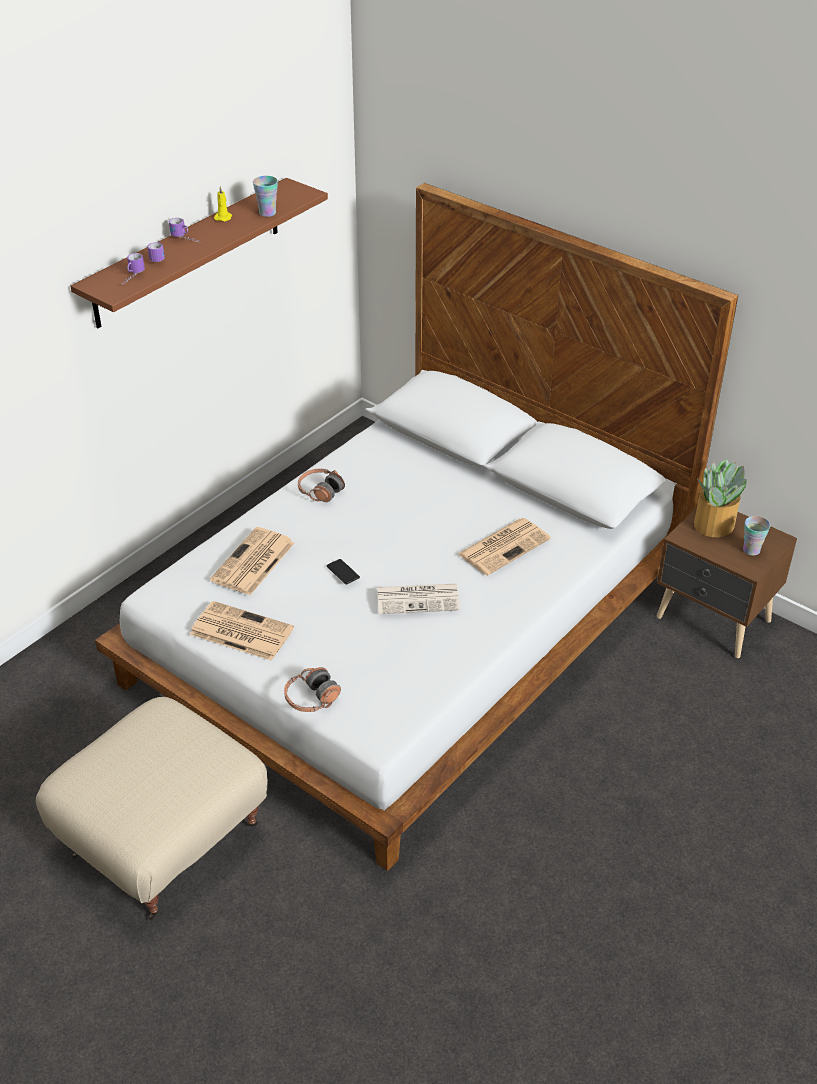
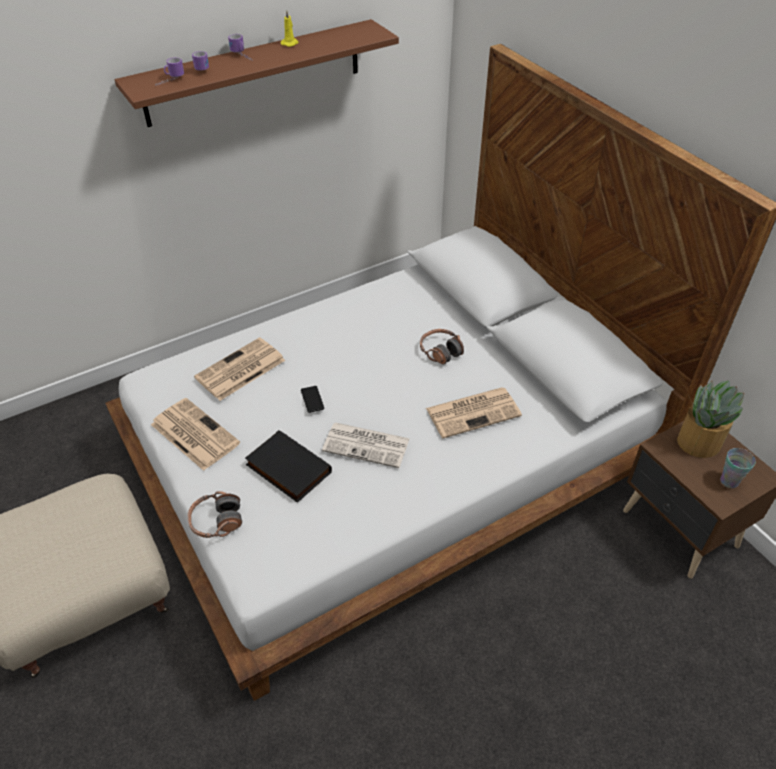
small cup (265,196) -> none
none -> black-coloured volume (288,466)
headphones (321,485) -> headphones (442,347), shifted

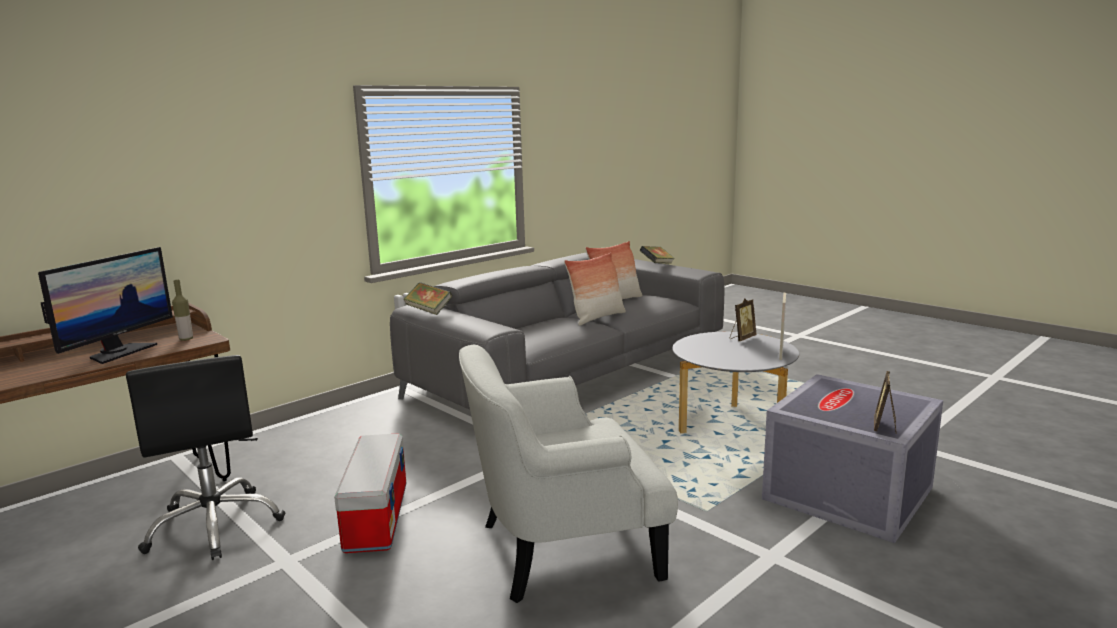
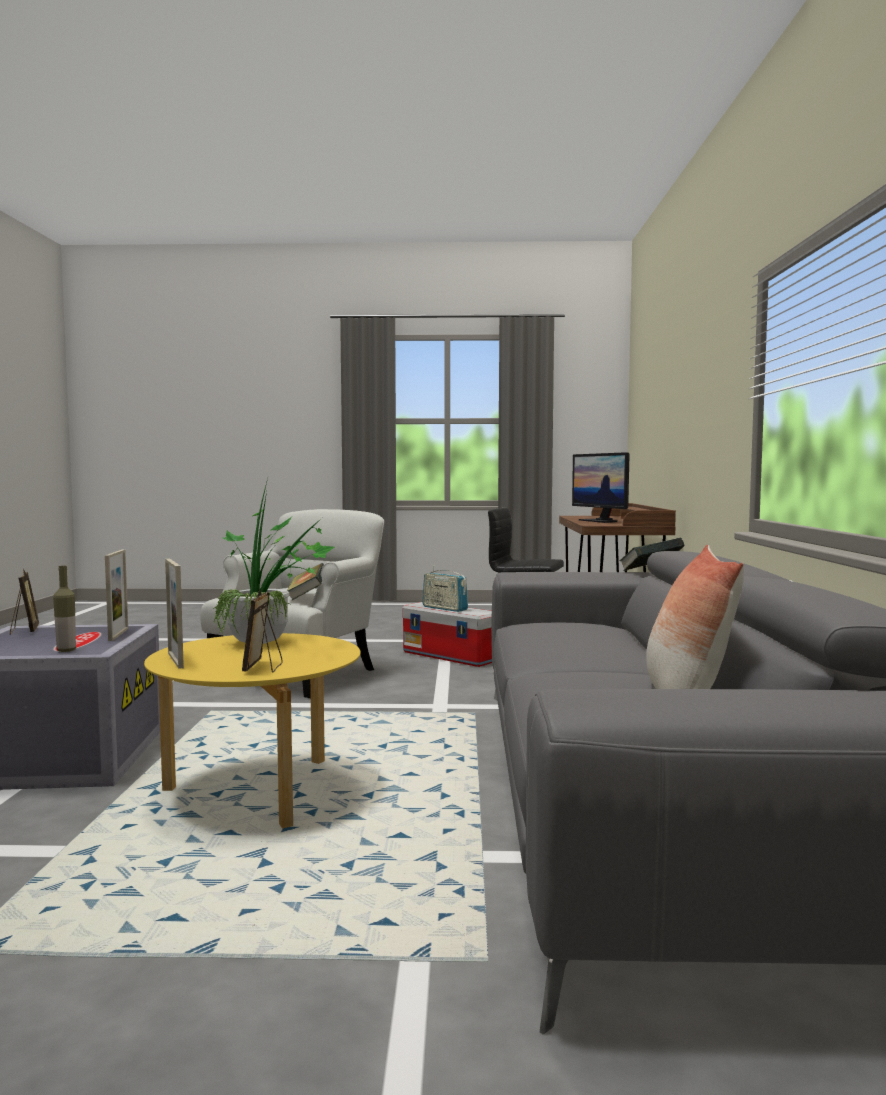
pillow (595,289) -> none
none -> standing frame (116,595)
none -> houseplant (274,561)
none -> radio (445,588)
drink bottle (182,310) -> drink bottle (64,609), shifted
volume (657,255) -> volume (305,581), shifted
grey coffee table (736,382) -> yellow coffee table (252,730)

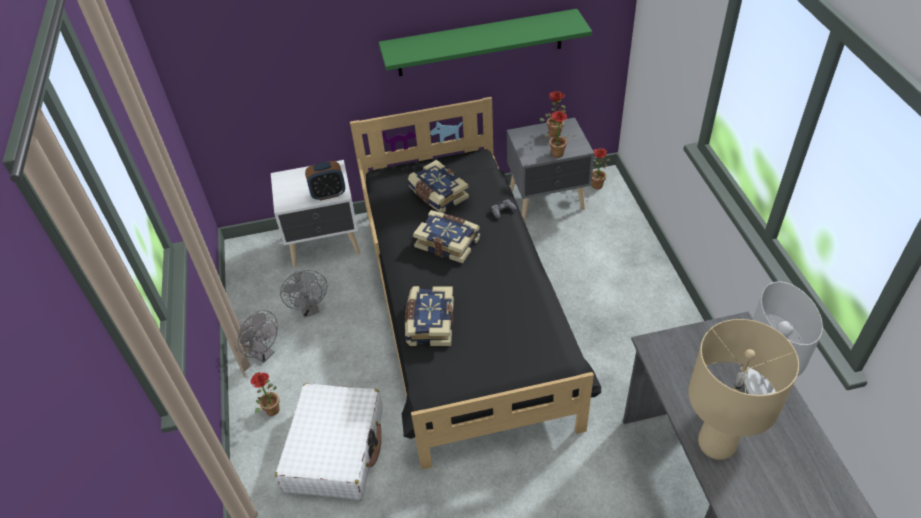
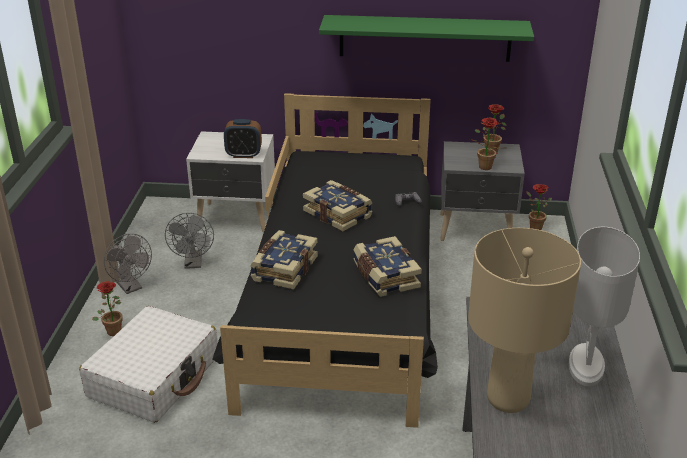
volume (438,186) -> volume (387,266), shifted

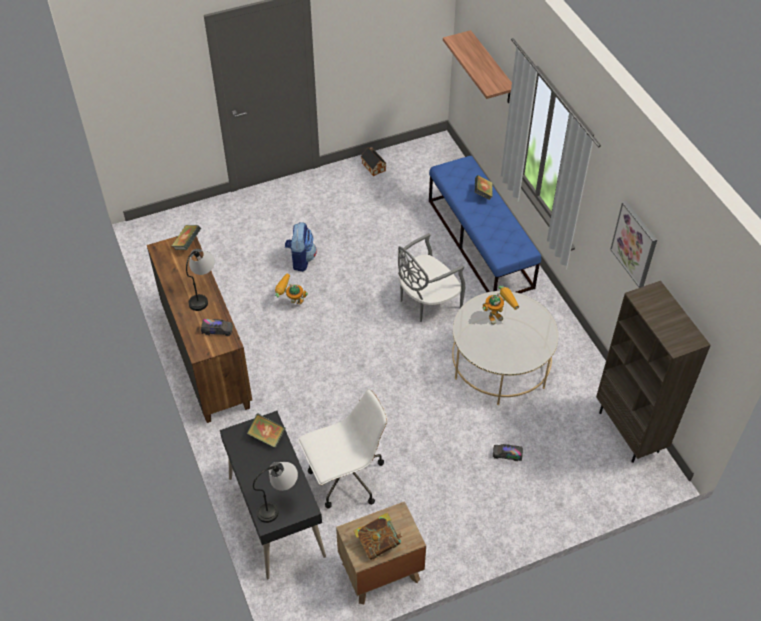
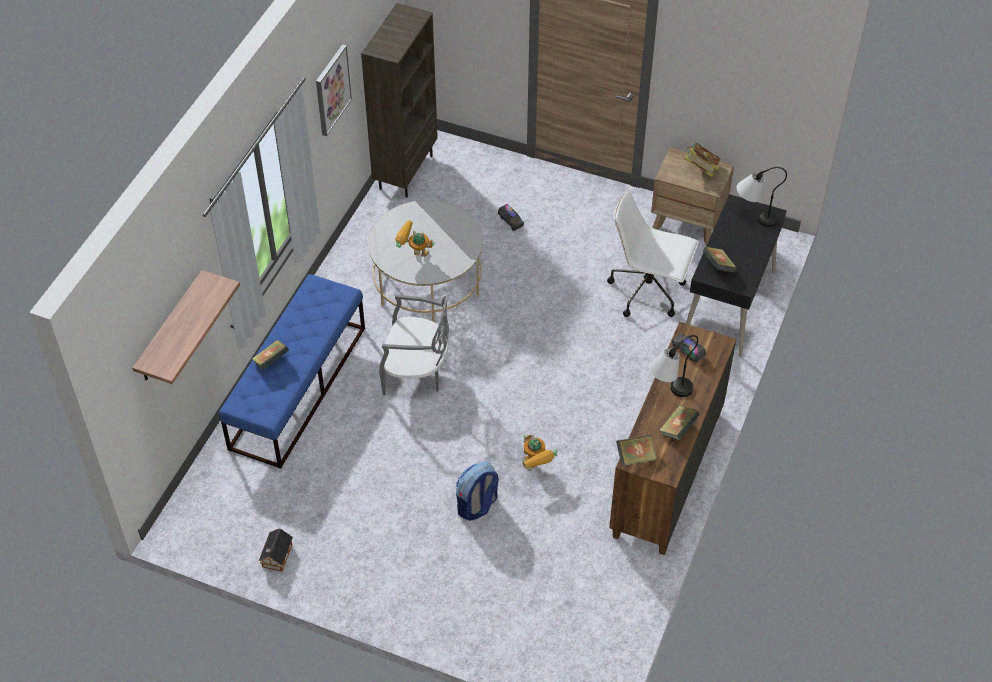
none -> volume (679,423)

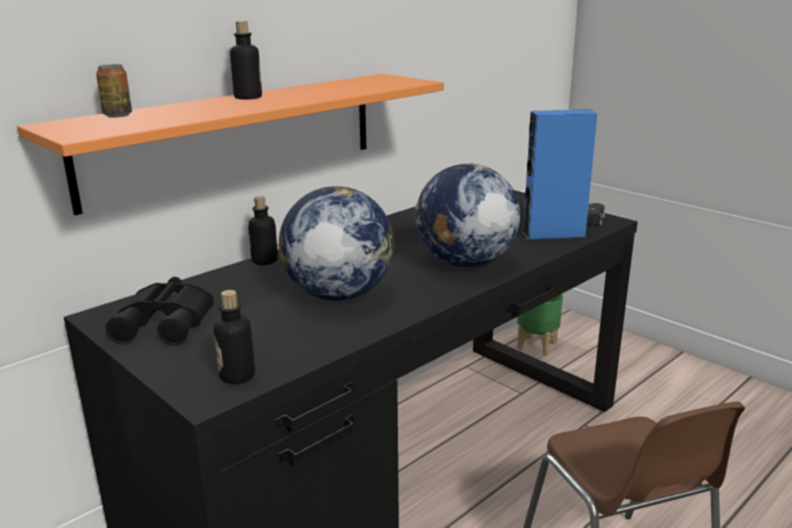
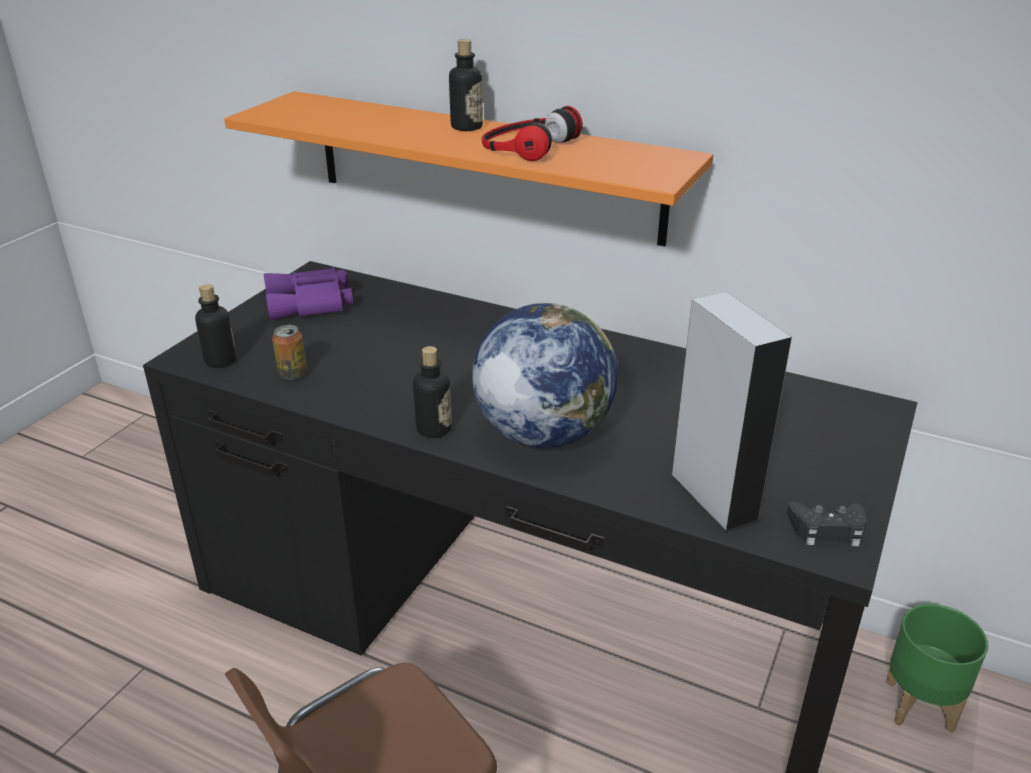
world globe (336,243) -> none
none -> headphones (532,133)
can (114,91) -> can (289,352), shifted
drink bottle (263,230) -> drink bottle (432,392), shifted
black-coloured binoculars (160,311) -> purple-coloured binoculars (308,294)
blue loudspeaker (559,174) -> grey loudspeaker (731,412)

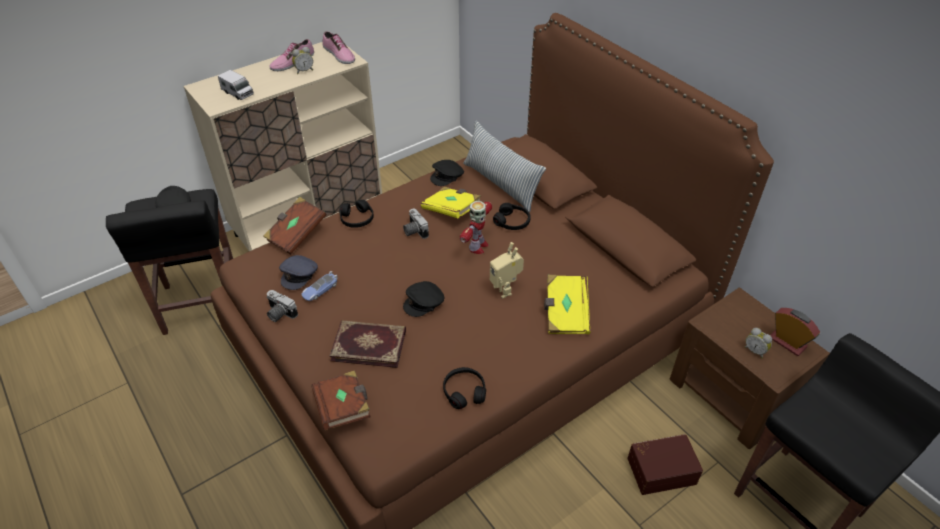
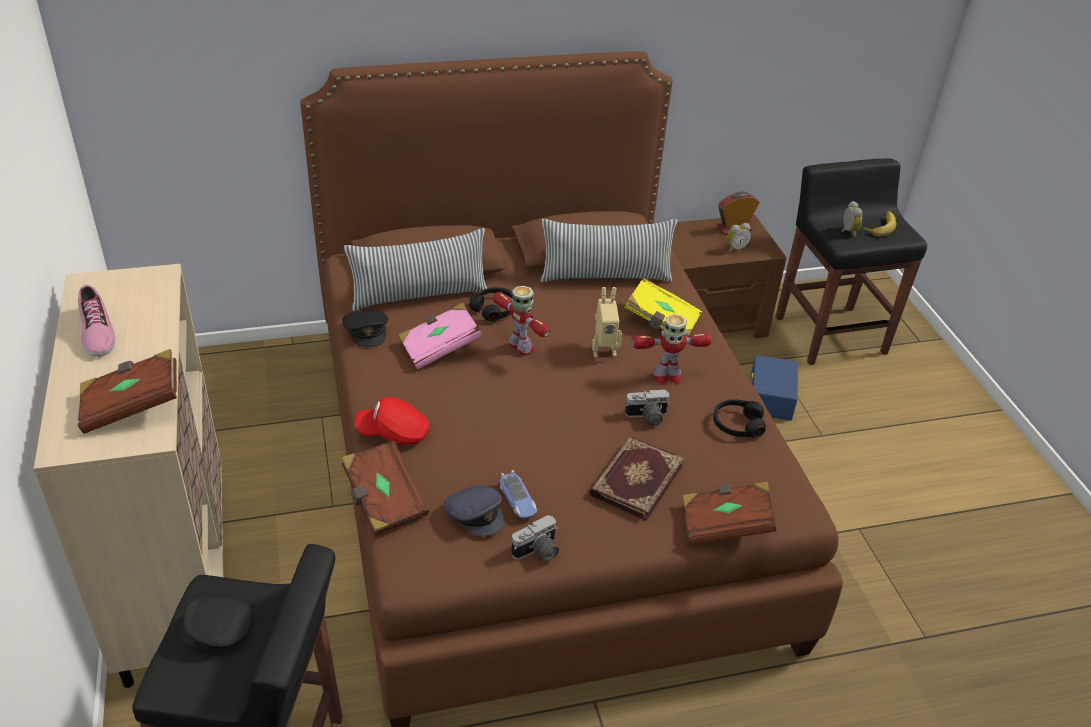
low shoe (338,47) -> none
black-coloured peaked cap (423,299) -> none
none -> pillow (608,250)
none -> toy robot (672,349)
none -> whole banana (879,224)
table clock (302,60) -> table clock (851,219), shifted
photo camera (416,224) -> photo camera (647,408), shifted
model truck (236,85) -> brown volume (127,391)
black-coloured headphones (356,214) -> red-coloured peaked cap (391,421)
yellow volume (451,202) -> pink volume (440,336)
brown storage box (665,464) -> blue storage box (774,388)

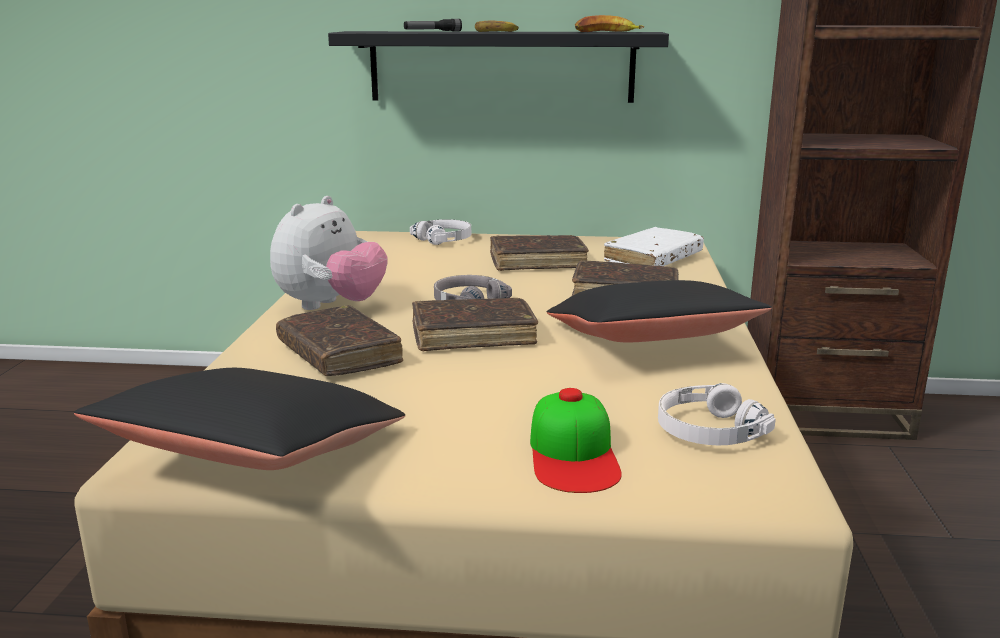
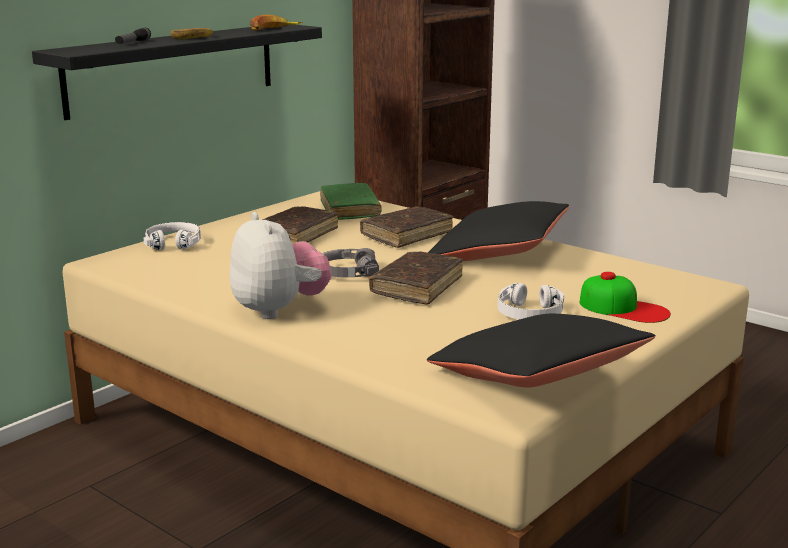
brown volume (339,340) -> none
whitish headphones (717,414) -> whitish headphones (531,301), shifted
whitish volume (654,246) -> greenish volume (351,201)

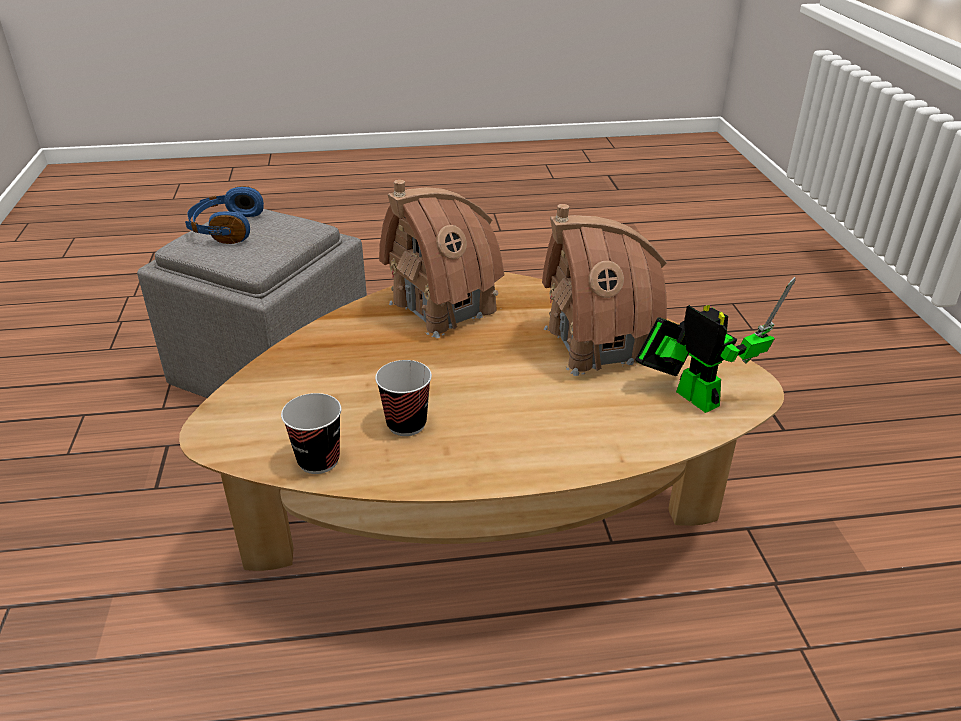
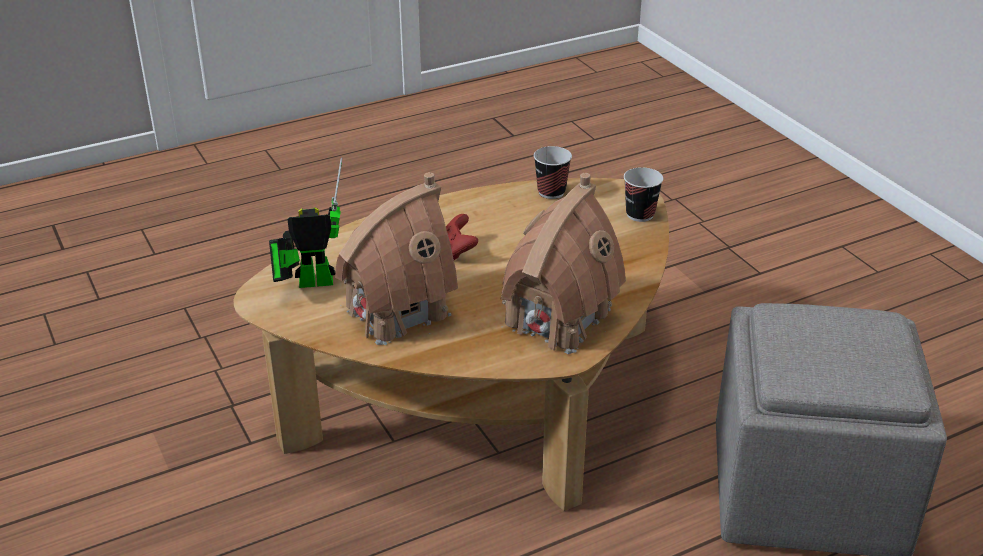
blue headphones (224,215) -> none
none -> red-coloured gamepad (462,237)
small cup (403,398) -> small cup (643,194), shifted
toy robot (715,345) -> toy robot (305,222), 135 degrees clockwise

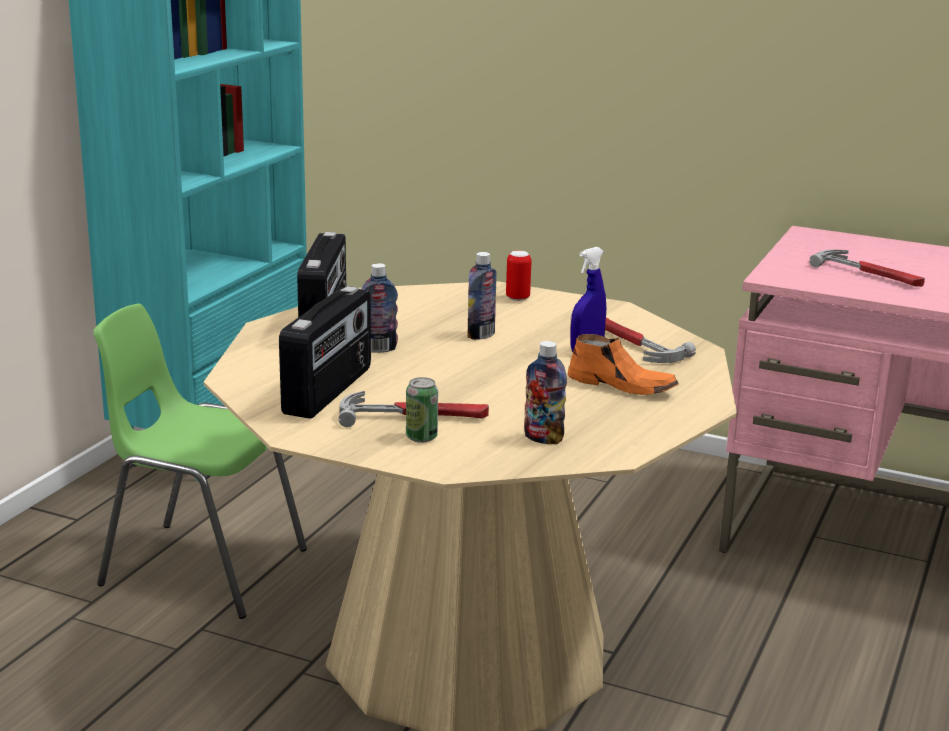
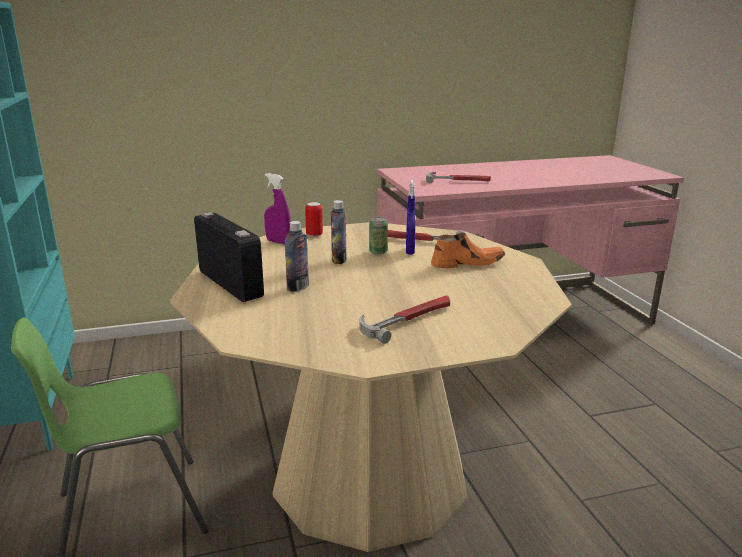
radio (325,352) -> none
drink bottle (545,392) -> none
none -> purple-coloured sprayer (277,208)
can (422,410) -> can (378,236), shifted

